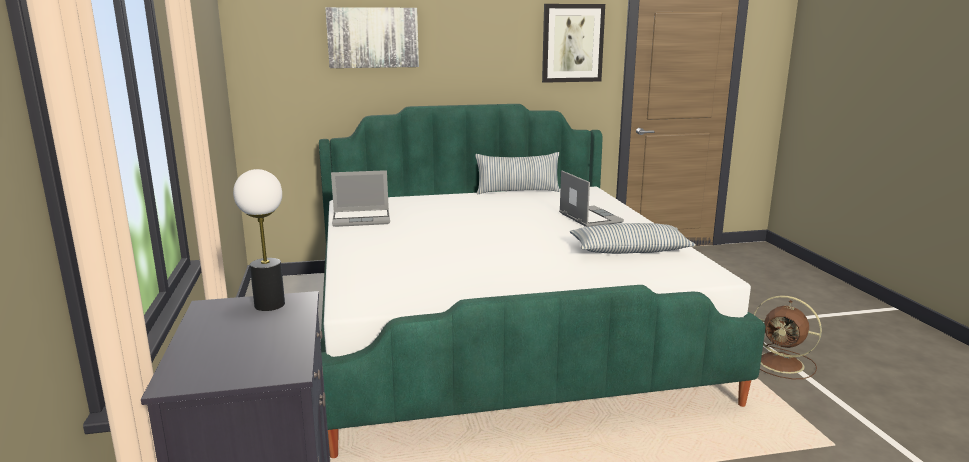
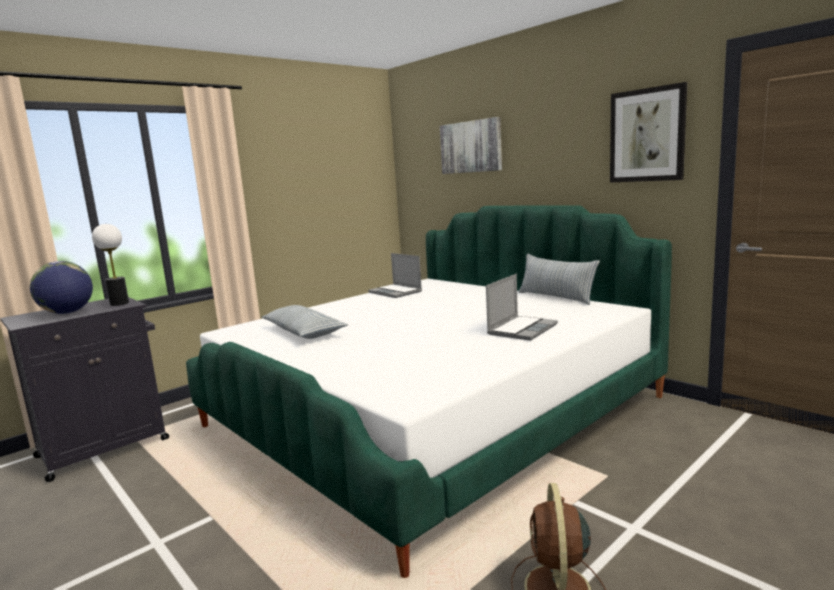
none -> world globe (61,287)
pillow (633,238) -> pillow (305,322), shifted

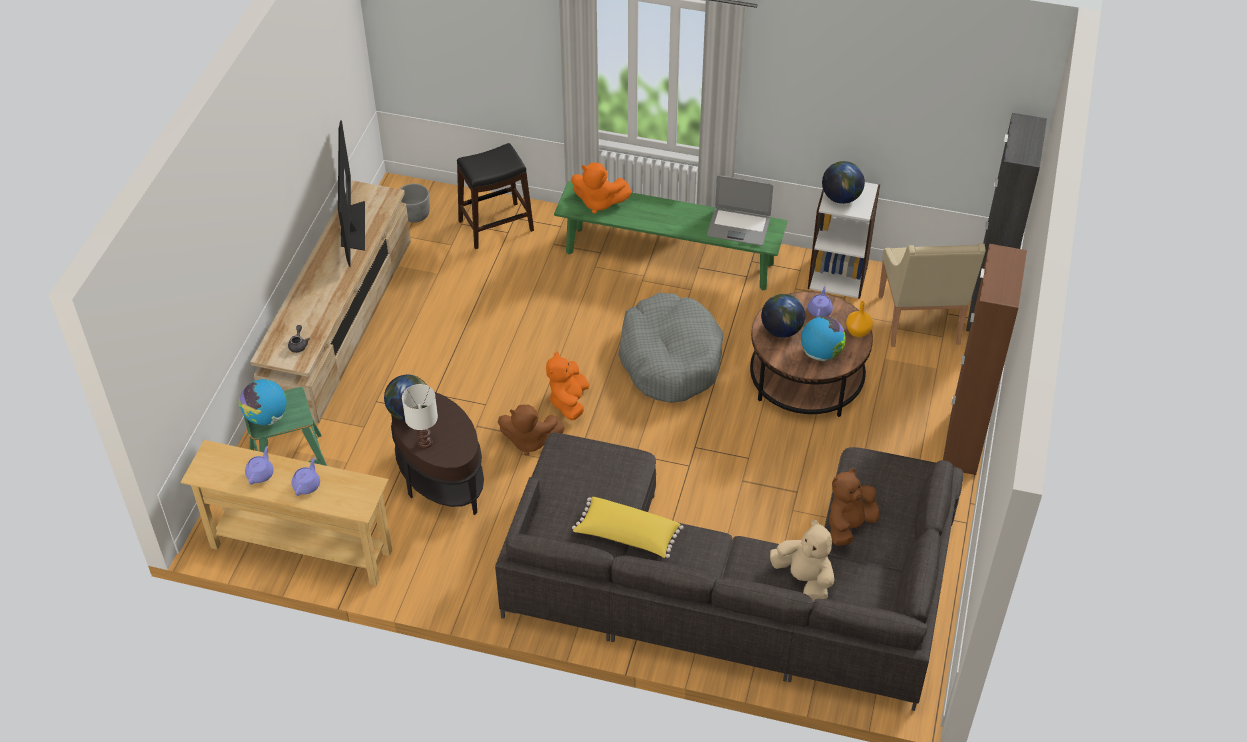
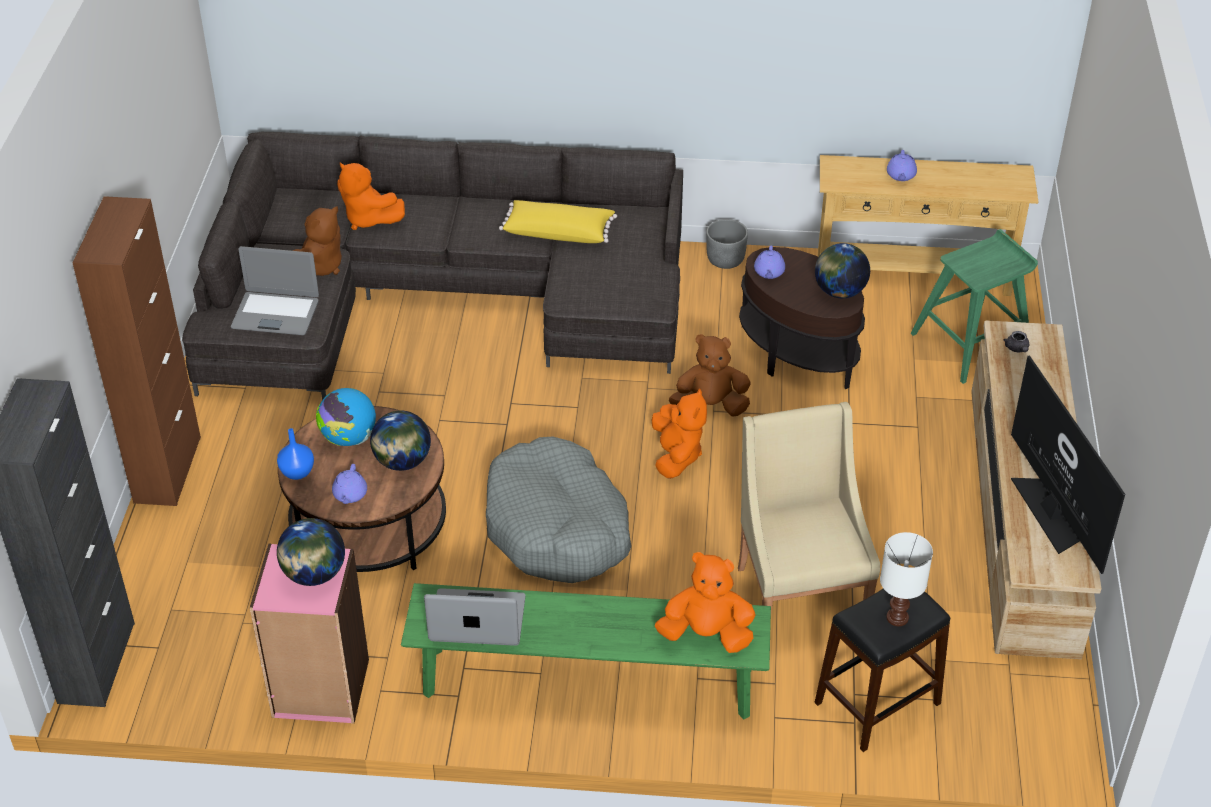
world globe (262,402) -> none
none -> laptop (275,290)
purple-coloured tea pot (259,465) -> purple-coloured tea pot (769,262), shifted
grey flower pot (415,203) -> grey flower pot (727,244), shifted
whitish tabletop lamp (420,416) -> whitish tabletop lamp (906,579), shifted
sand-coloured armchair (932,295) -> sand-coloured armchair (809,507), shifted
sand-coloured plush toy (802,560) -> orange-coloured plush toy (371,196)
whitish shelving unit (844,240) -> pink shelving unit (309,633)
orange-coloured decorative vase (859,319) -> blue decorative vase (295,454)

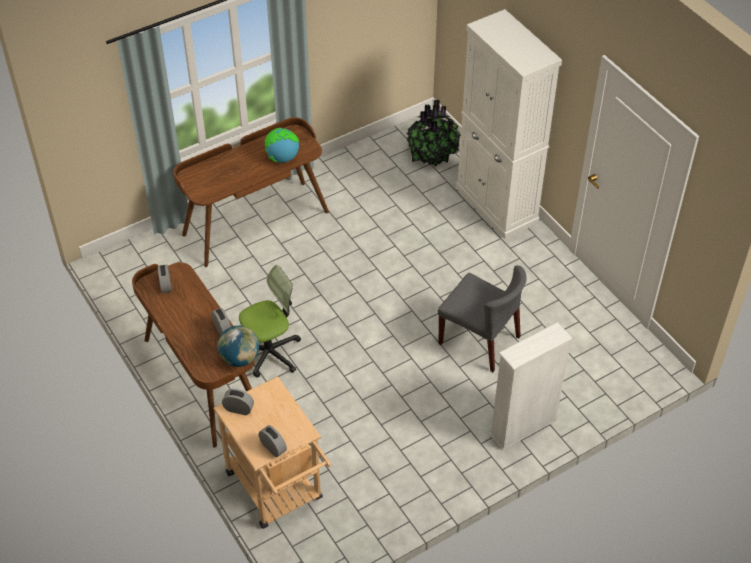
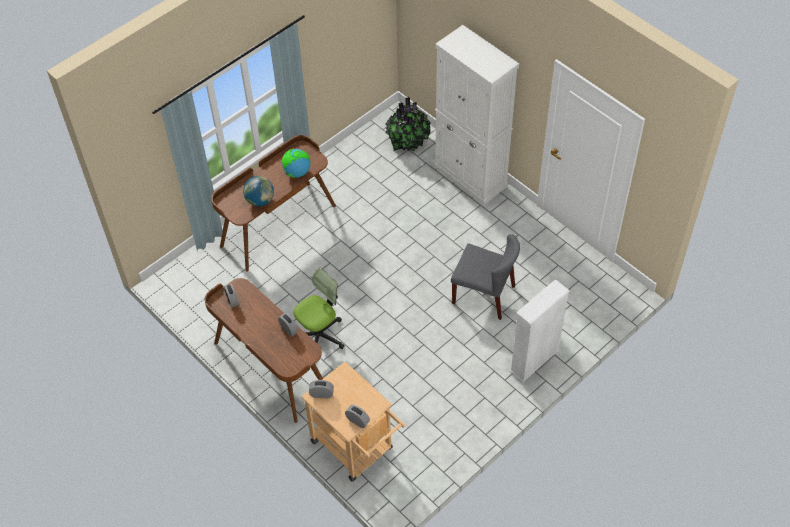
world globe (238,346) -> world globe (258,191), shifted

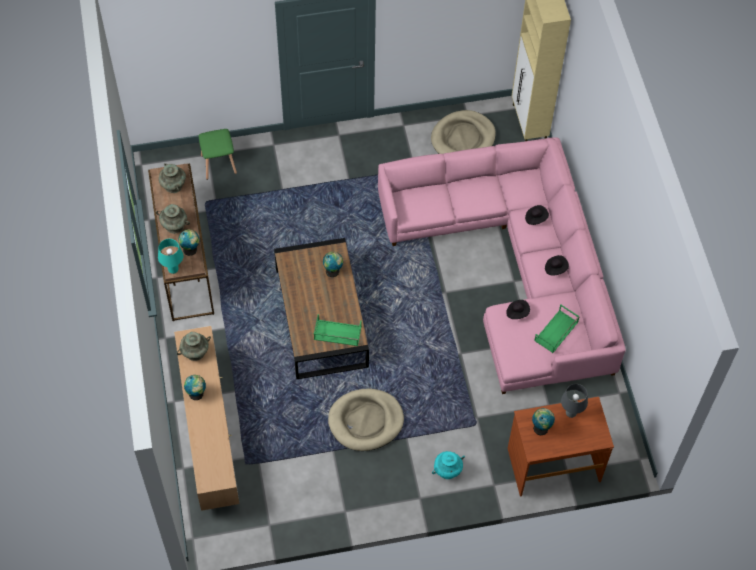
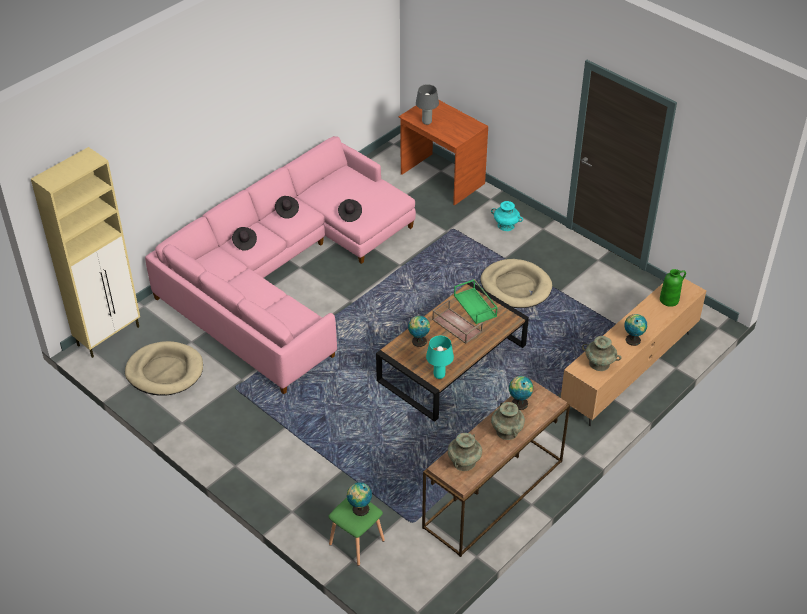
greenish serving tray (557,329) -> none
none -> brown serving tray (457,321)
none -> greenish decorative vase (673,288)
turquoise-coloured tabletop lamp (170,256) -> turquoise-coloured tabletop lamp (440,357), shifted
world globe (543,421) -> world globe (359,499), shifted

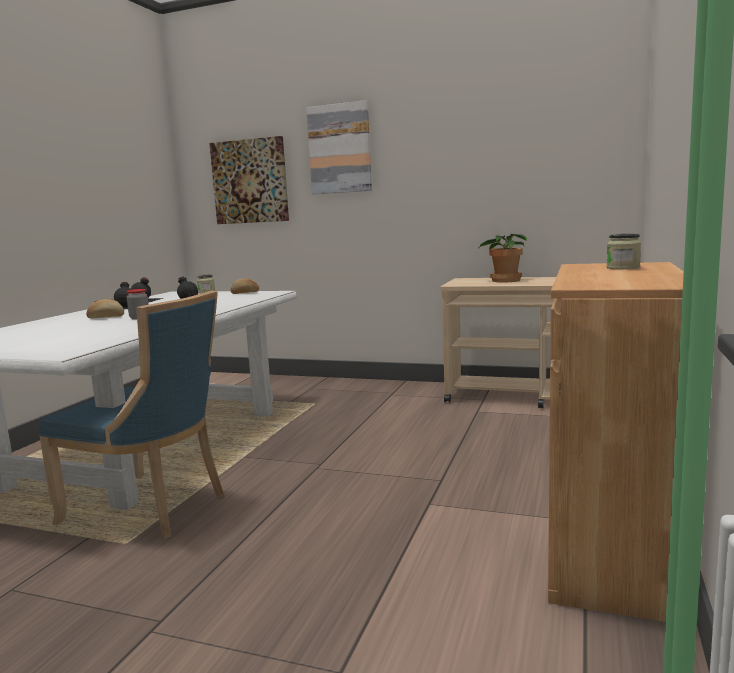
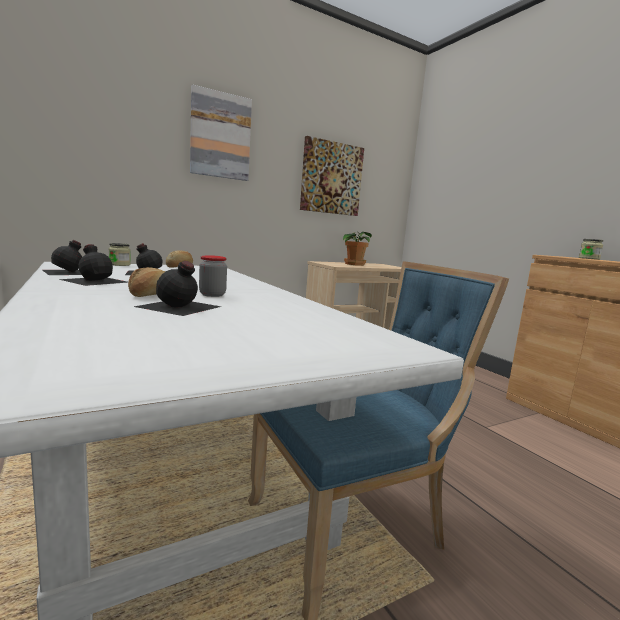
none -> black-coloured drink bottle (177,288)
wall picture (249,180) -> wall picture (332,176), shifted

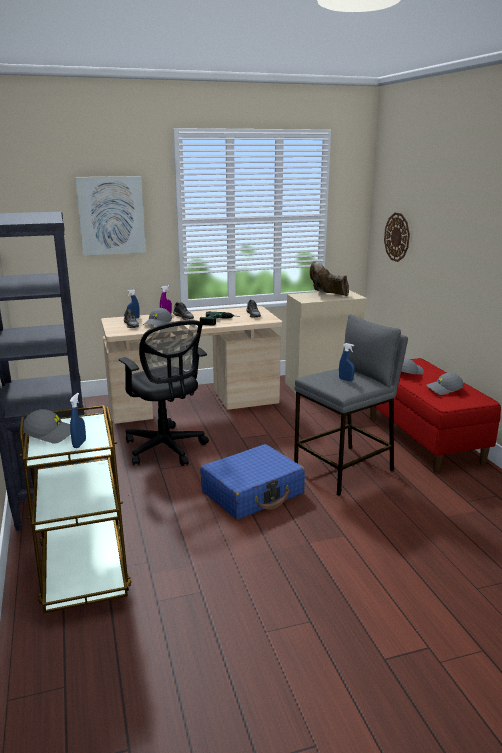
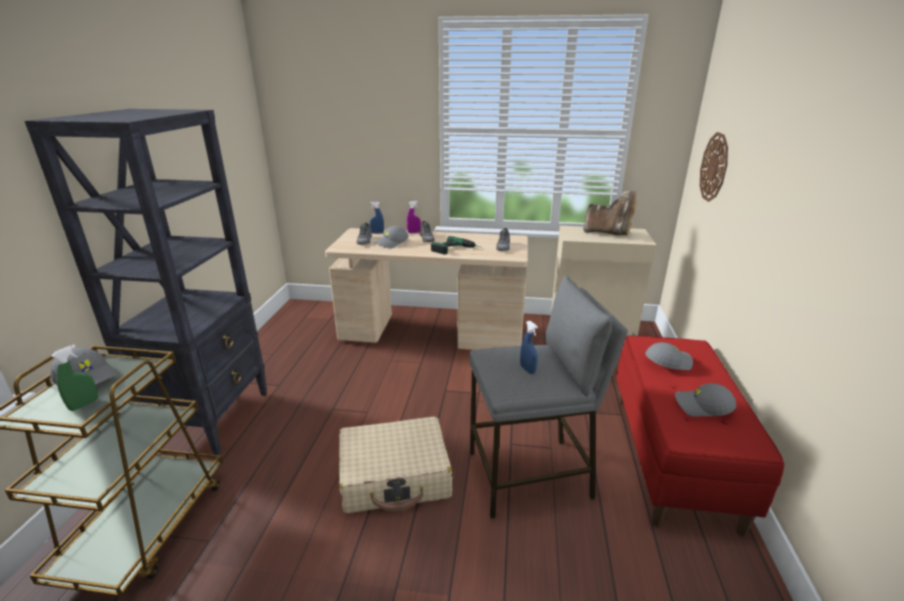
wall picture (110,216) -> none
black-coloured desk chair (164,393) -> none
blue sprayer (78,420) -> greenish sprayer (74,378)
blue suitcase (252,482) -> sand-coloured suitcase (395,464)
brown boot (329,278) -> brown boot (609,213), 150 degrees clockwise

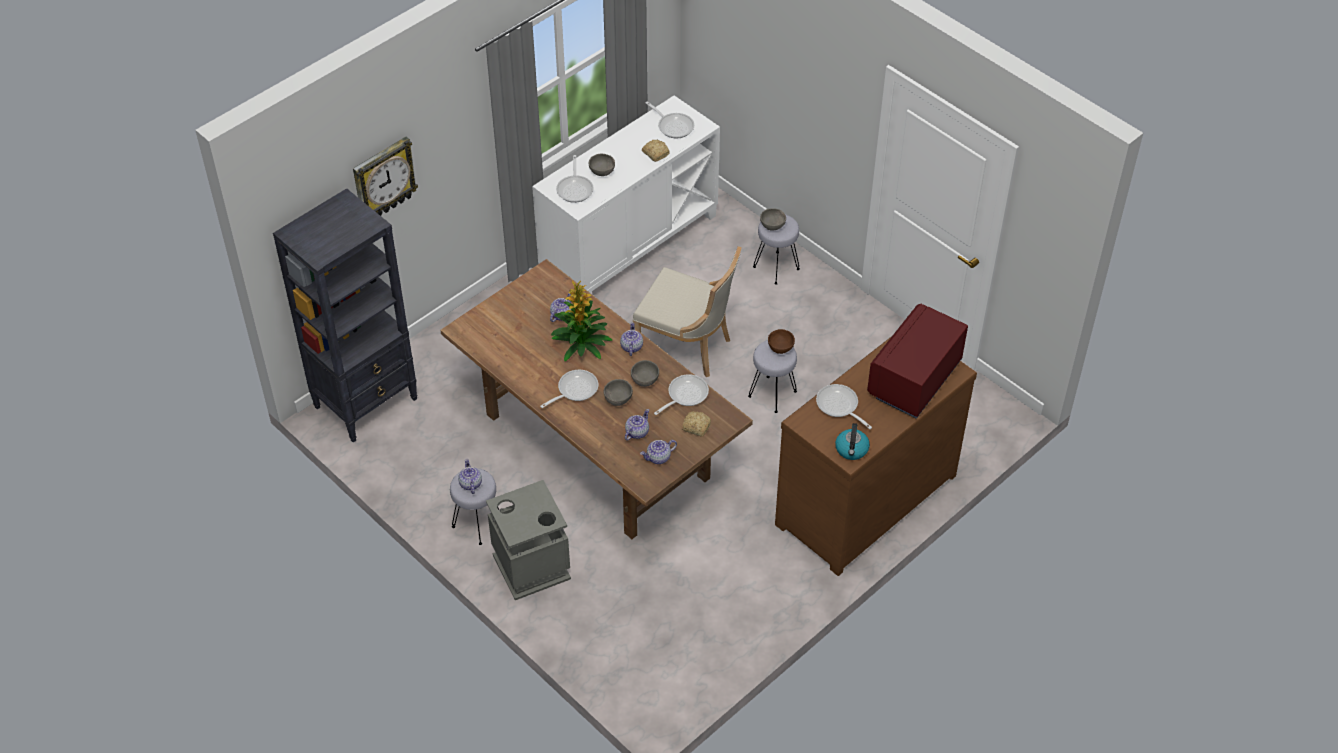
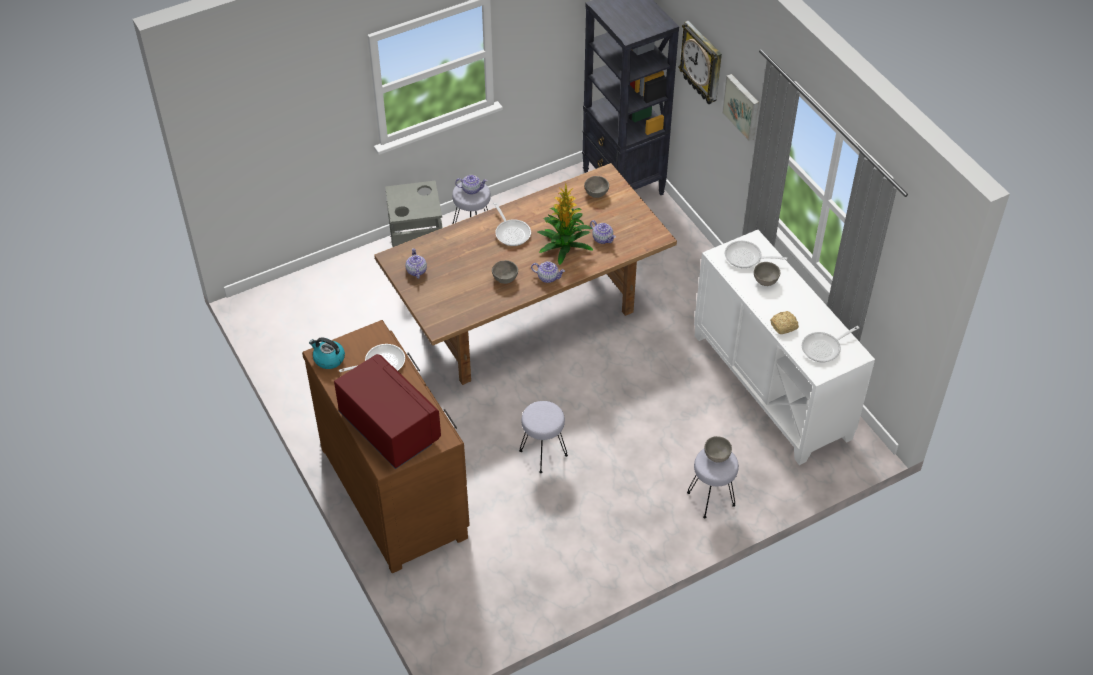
tea pot (637,424) -> none
sand-coloured chair (687,311) -> none
skillet (681,394) -> none
bread (696,424) -> none
brown deep dish (781,341) -> none
none -> wall picture (740,107)
grey deep dish (618,392) -> grey deep dish (596,187), shifted

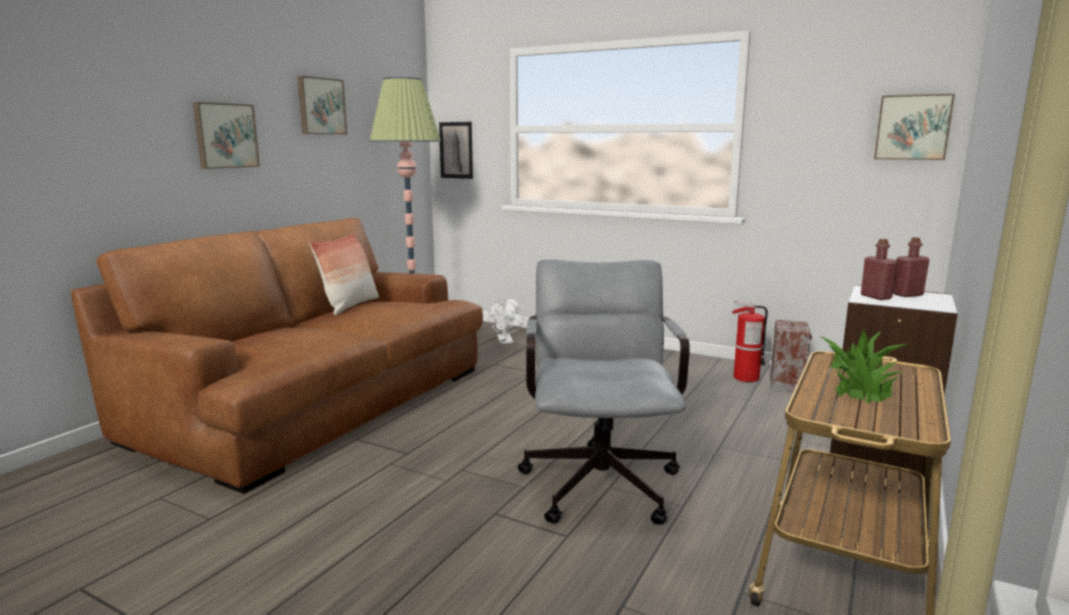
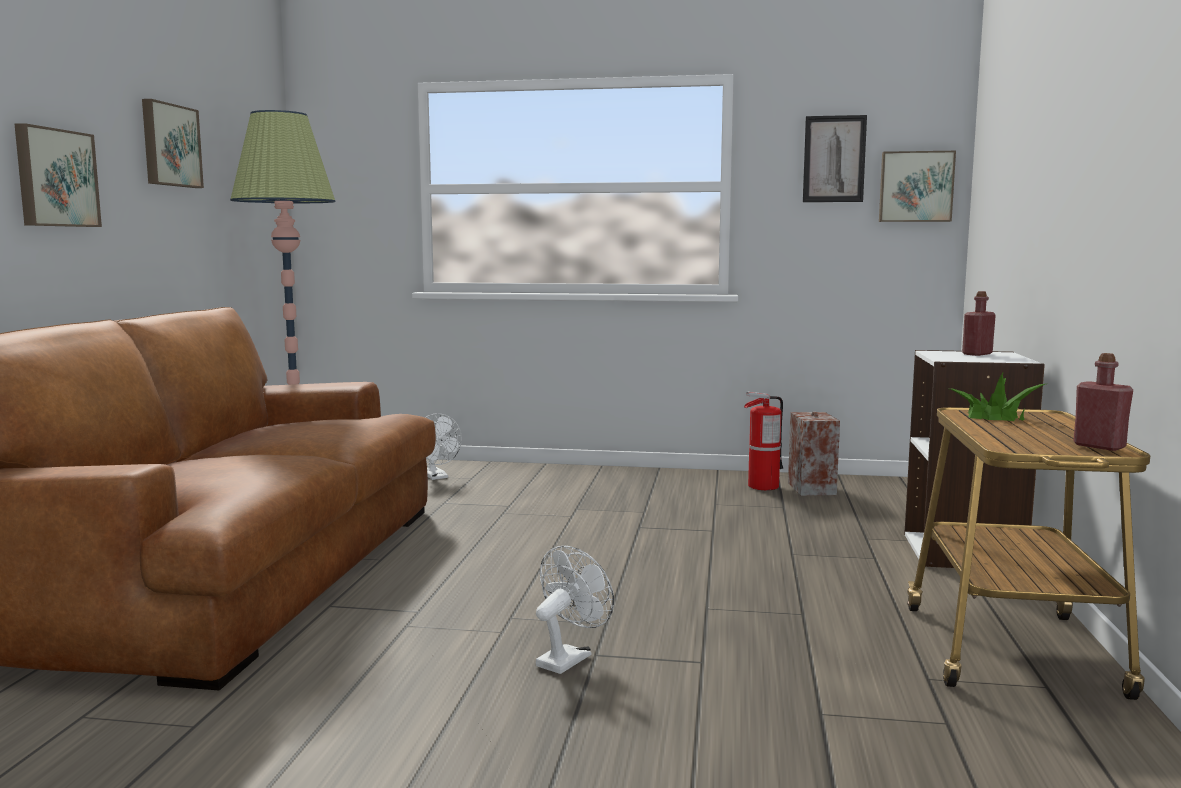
pillow (344,274) -> none
grey desk chair (603,392) -> none
houseplant (869,374) -> none
none -> whitish fan (575,610)
wall picture (456,150) -> wall picture (835,158), shifted
red-coloured drink bottle (879,269) -> red-coloured drink bottle (1103,402), shifted

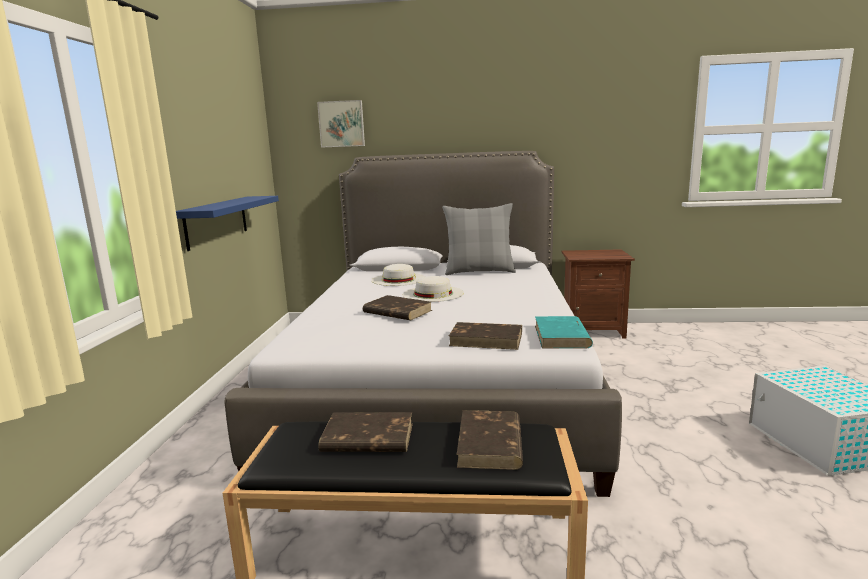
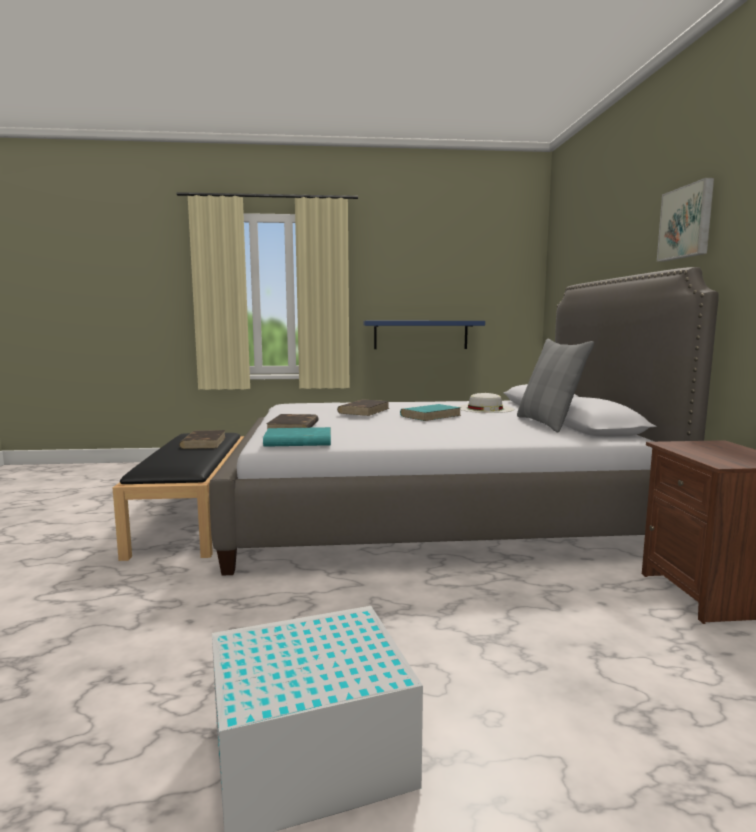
brown volume (490,440) -> none
wall picture (341,124) -> wall picture (685,220), shifted
whitish clothing hat (433,289) -> turquoise-coloured volume (430,412)

